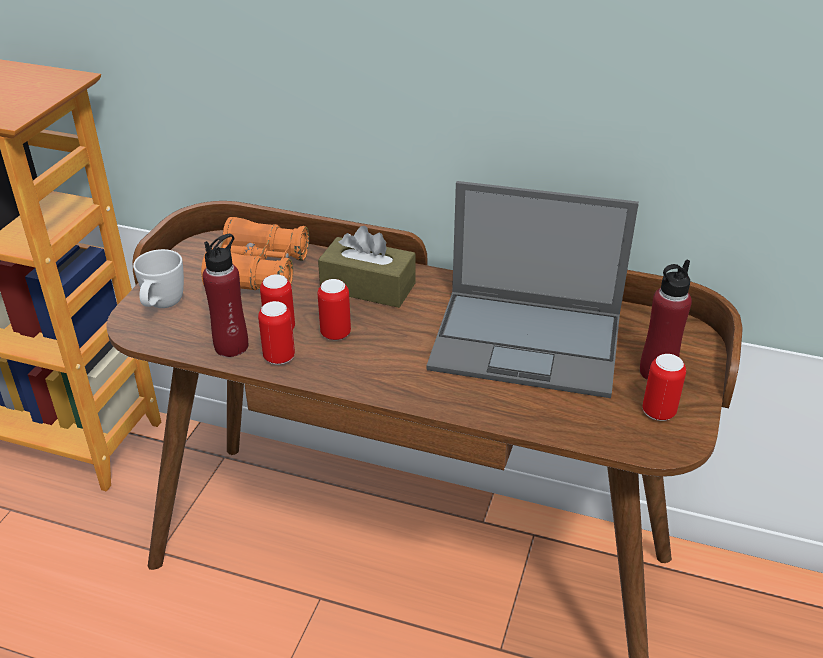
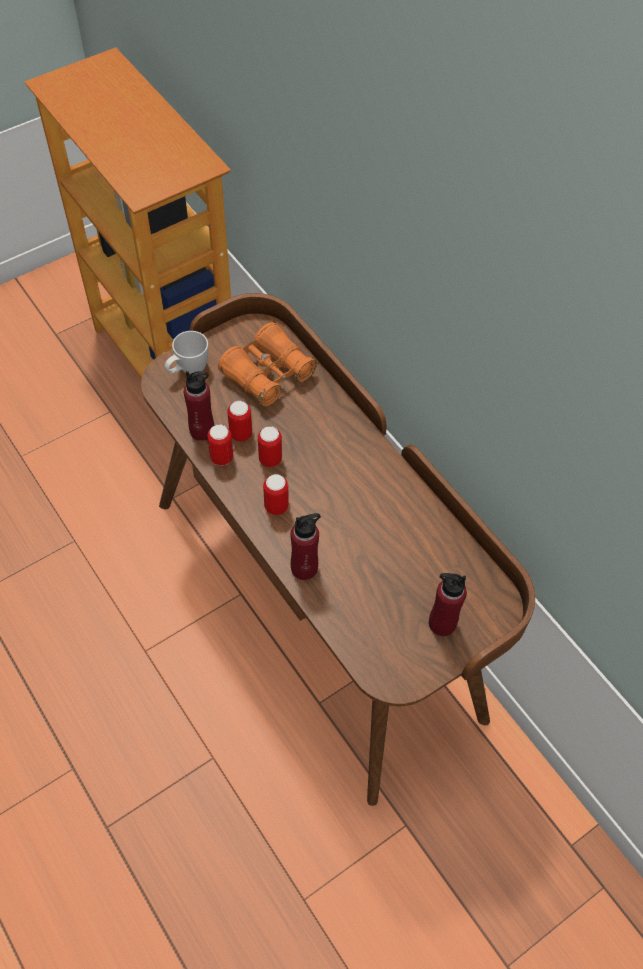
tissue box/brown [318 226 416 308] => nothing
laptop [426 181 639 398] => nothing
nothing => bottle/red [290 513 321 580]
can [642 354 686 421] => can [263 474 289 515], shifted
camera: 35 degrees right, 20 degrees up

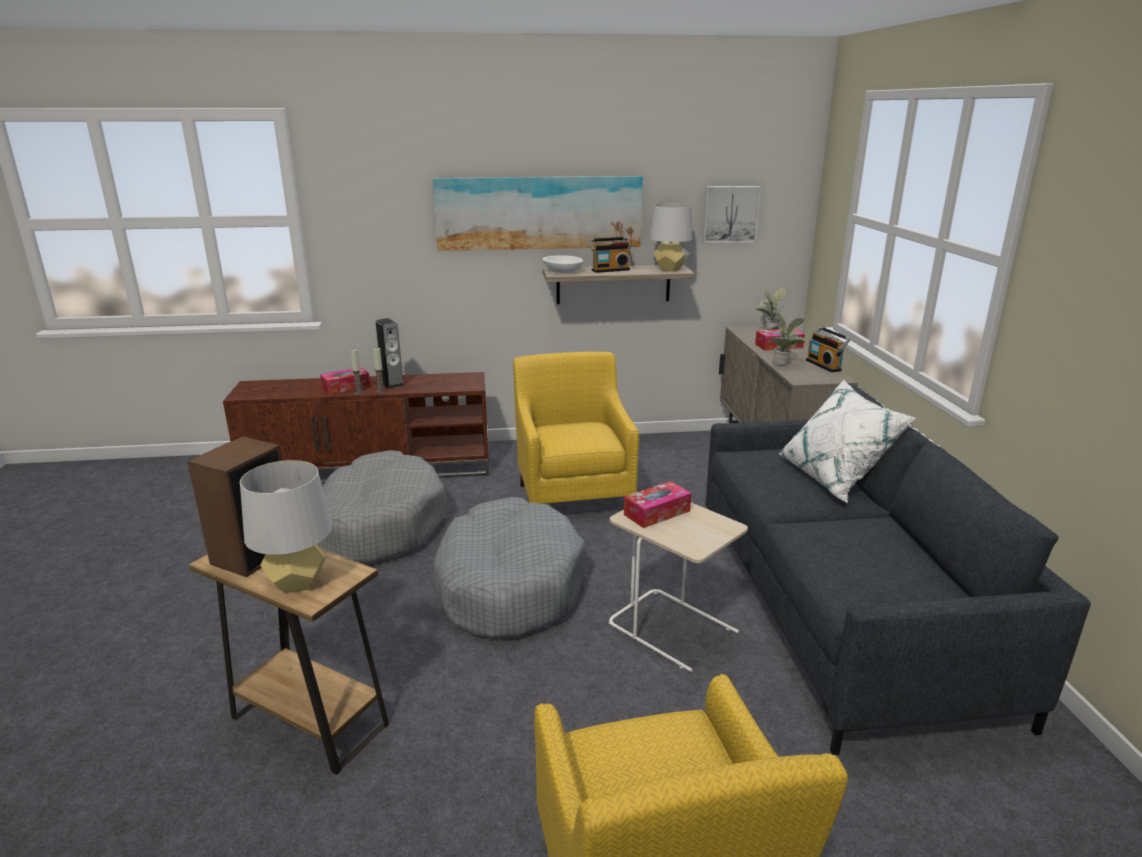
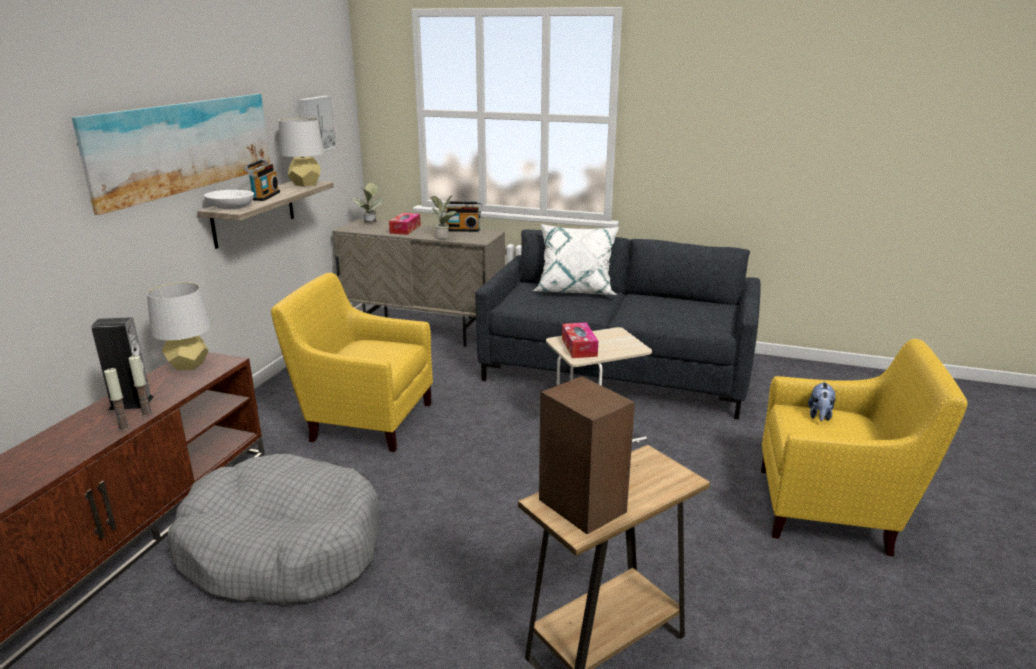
tissue box [320 367 370 395] => nothing
dog bed/grey [432 497 585 640] => nothing
nothing => plush toy [808 381 836 421]
table lamp/grey [240 460 332 593] => table lamp/grey [147 282 211 370], shifted
camera: 65 degrees left, 0 degrees up

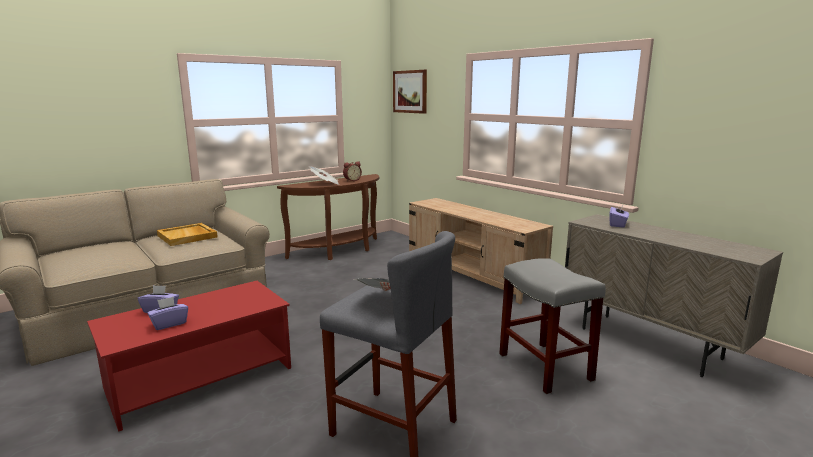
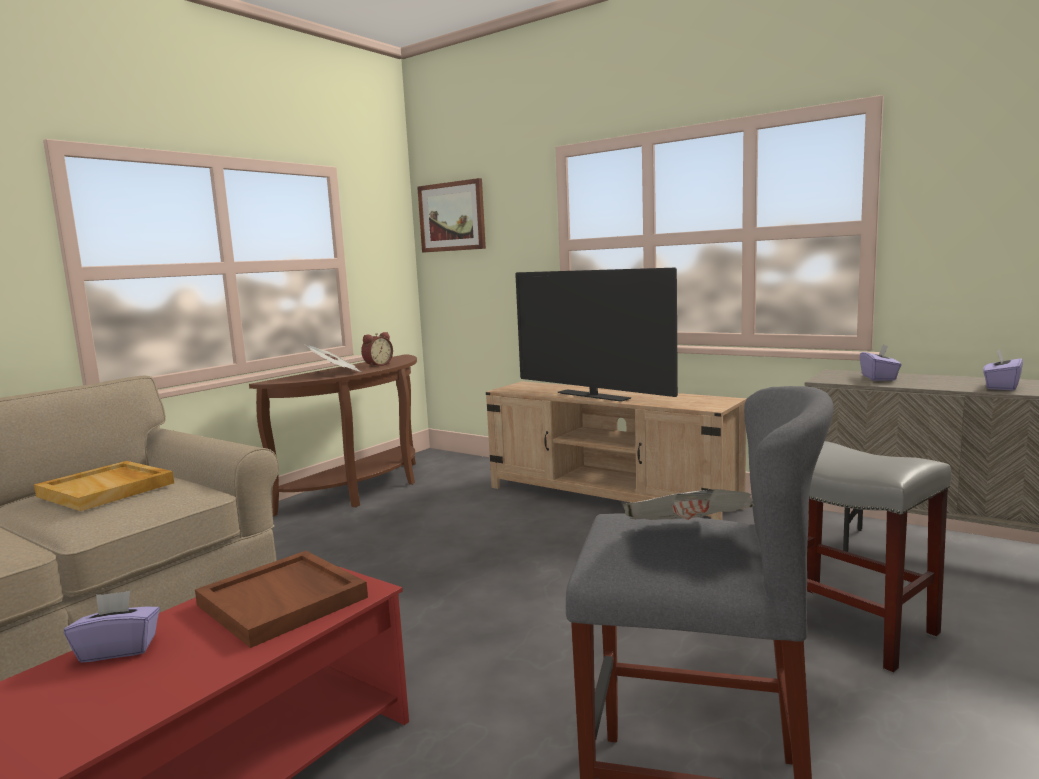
nothing => tray/brown [195 551 368 648]
nothing => television [515 268 678 401]
tissue box/purple [147 296 188 330] => tissue box/purple [983 350 1023 391], shifted
camera: 15 degrees left, 5 degrees down

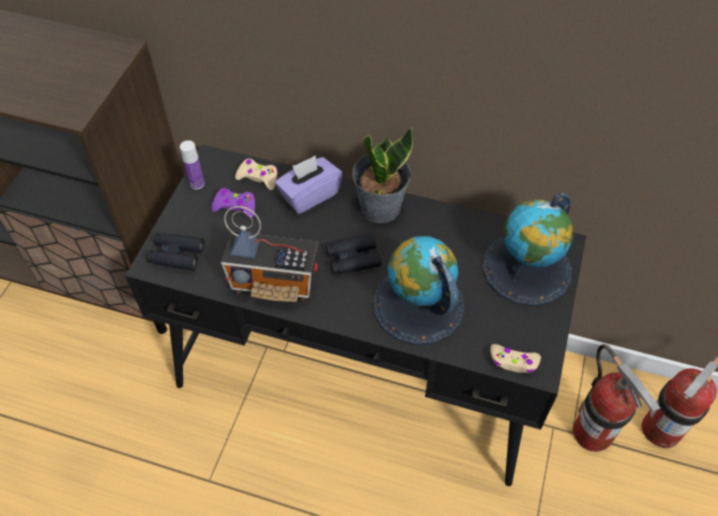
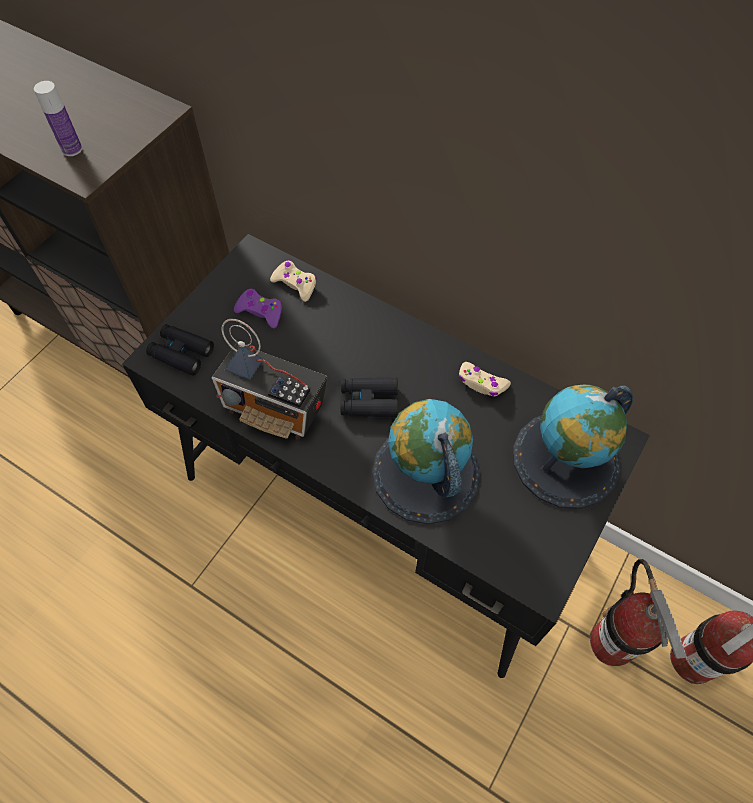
tissue box/purple [275 156 343 214] => nothing
potted plant [352 128 413 223] => nothing
bottle [180 140 205 189] => bottle [34 81 82 156], shifted
game controller/beige [490 344 541 373] => game controller/beige [459 362 511 397], shifted
camera: 15 degrees right, 5 degrees up

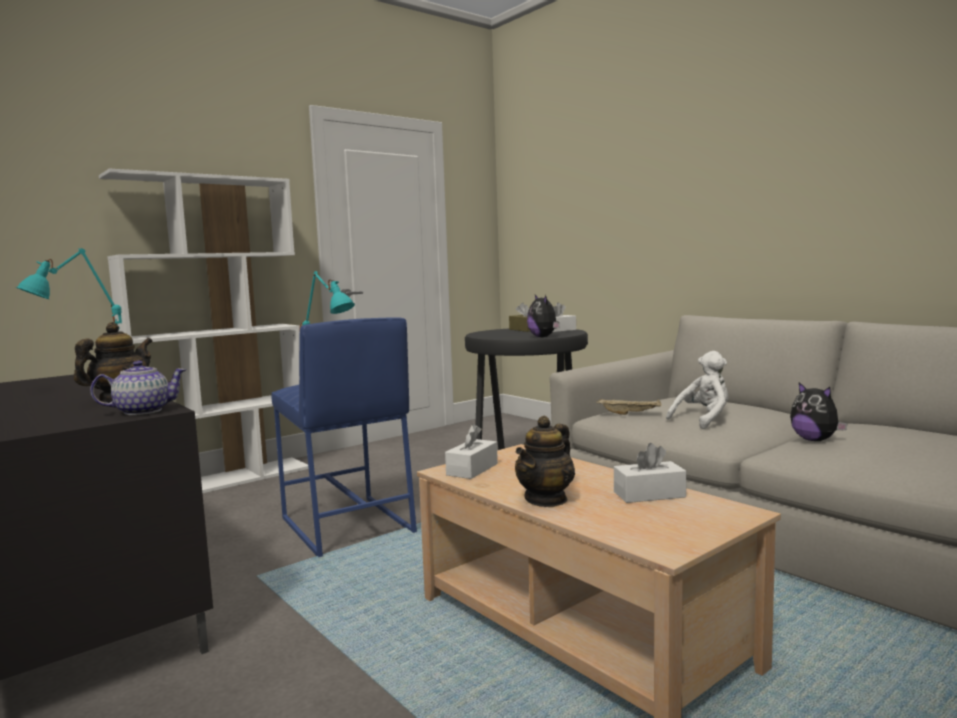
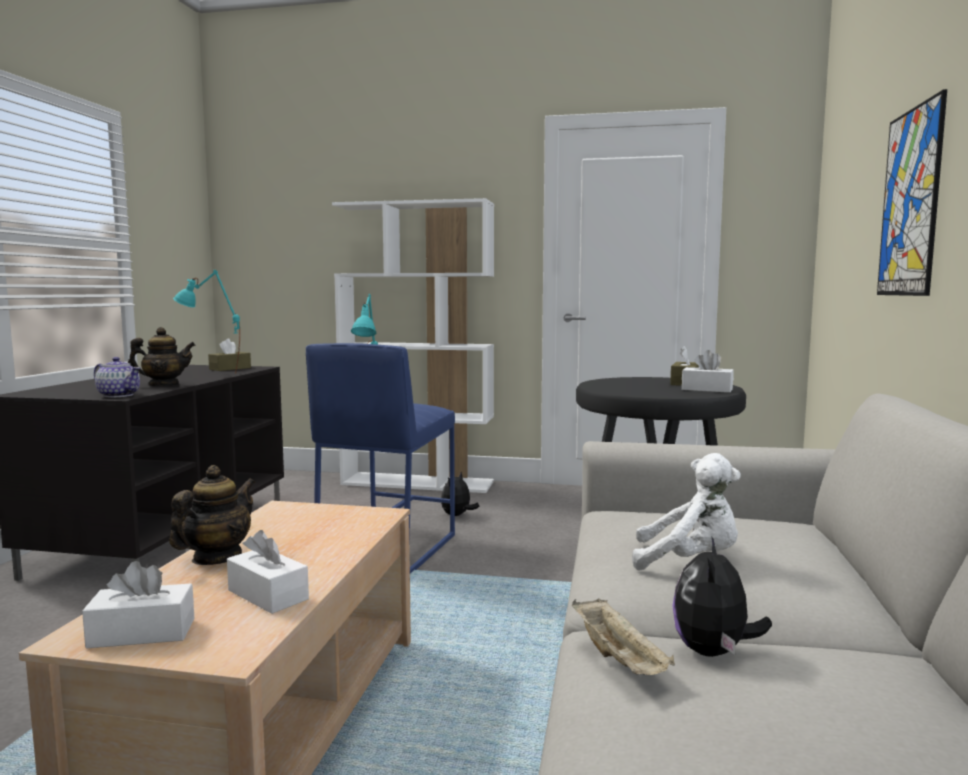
nothing => tissue box/brown [208 338 251 371]
nothing => picture [877 89 947 296]
tissue box/white [445 424 498 479] => tissue box/white [82 561 194 648], shifted
plush toy [527 295 560 337] => plush toy [441 472 479 516], shifted
tray/beige [596 399 662 415] => tray/beige [572 598 675 675], shifted
teapot [515 416 575 507] => teapot [169 465 255 565], 120 degrees clockwise
camera: 50 degrees right, 0 degrees up

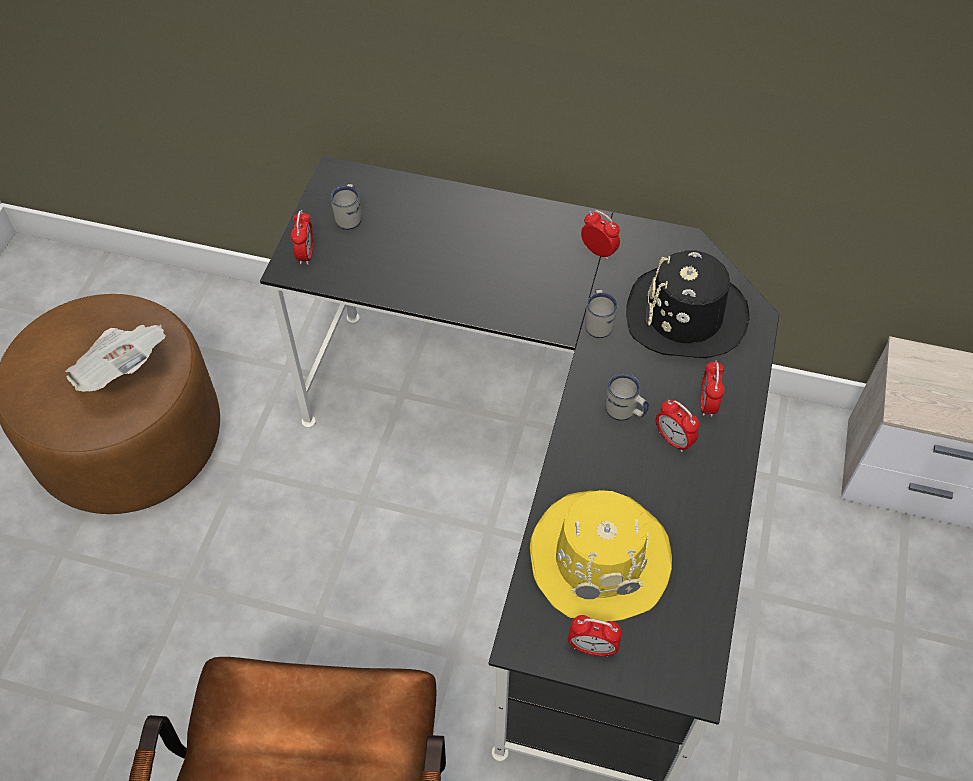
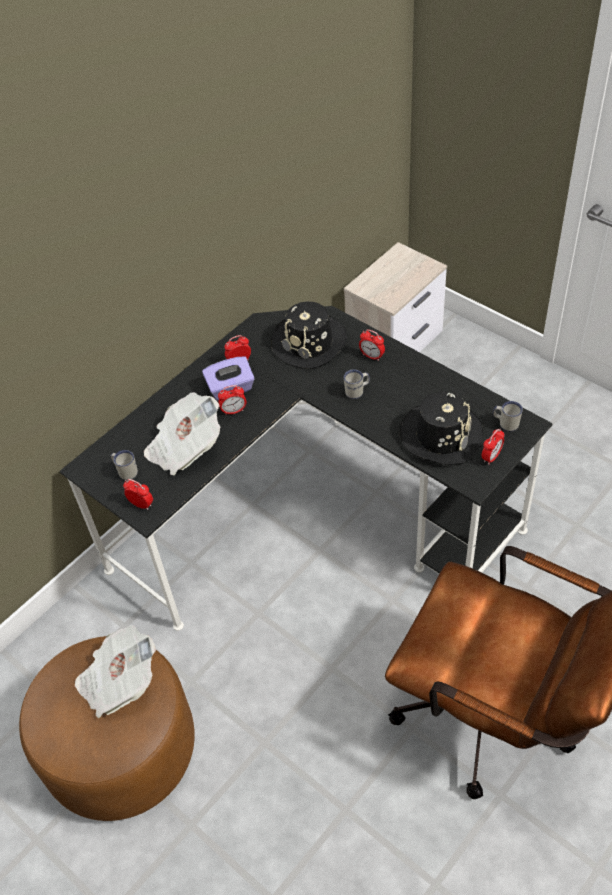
nothing => newspaper [144 392 220 476]
nothing => tissue box/purple [202 356 255 400]
mug/white [585 289 618 338] => mug/white [493 401 523 432], shifted
alarm clock [656 400 699 452] => alarm clock [218 385 246 415], shifted
hat/yellow [530 490 672 622] => hat/black [400 392 483 465]
camera: 60 degrees left, 5 degrees down

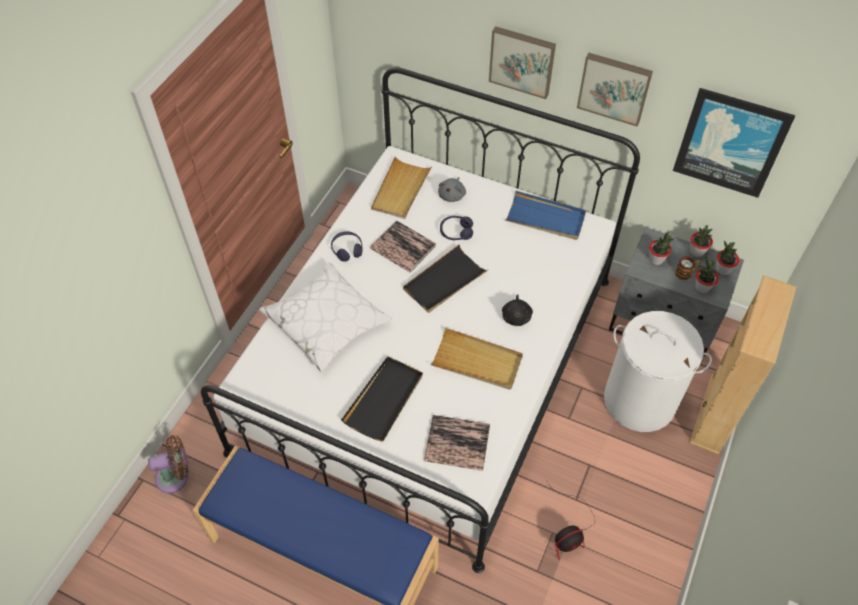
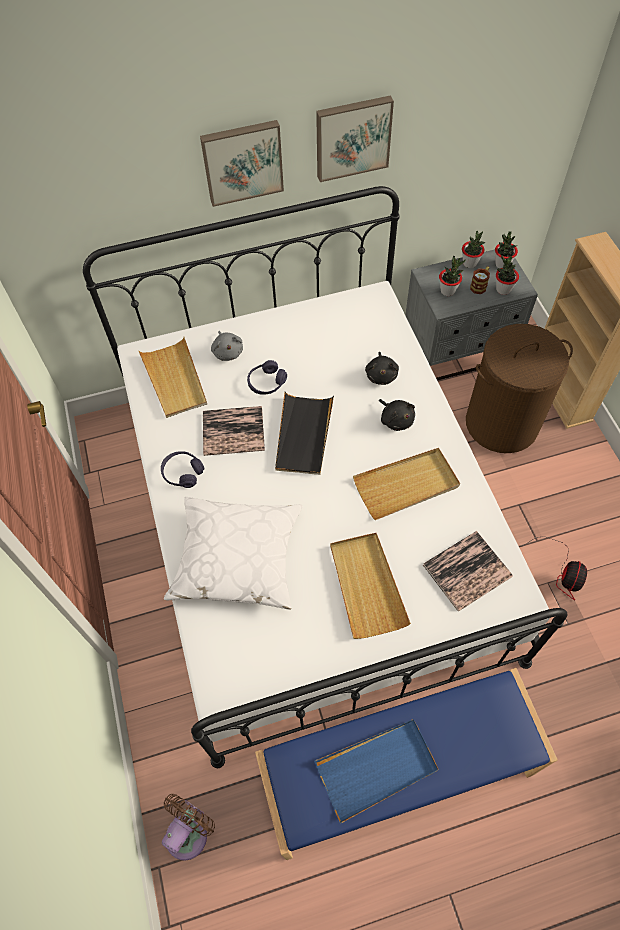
picture [673 88 795 198] => nothing
nothing => plush toy/black [365 352 399 385]
tray/blue [505 191 586 240] => tray/blue [314 719 439 823], shifted
tray/black [341 356 423 441] => tray/beige [330 533 411 639]
laundry basket/white [604 311 712 432] => laundry basket/brown [466 324 573 453]
camera: 40 degrees left, 5 degrees up

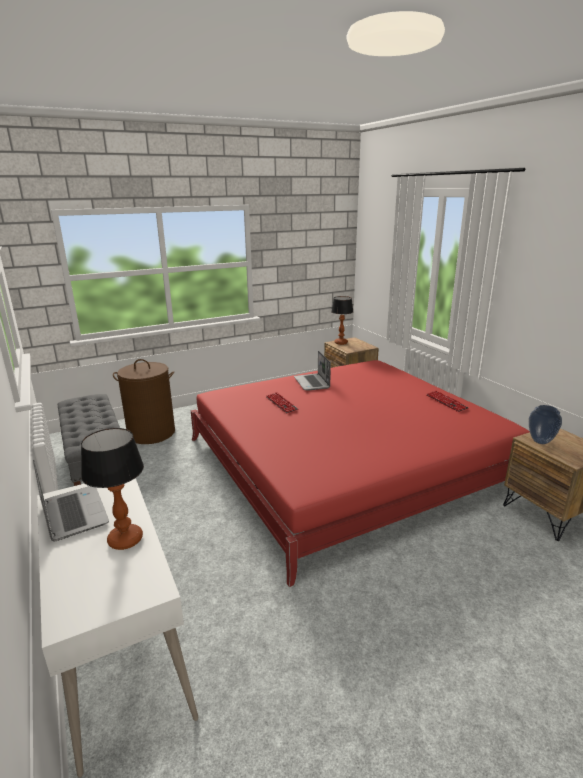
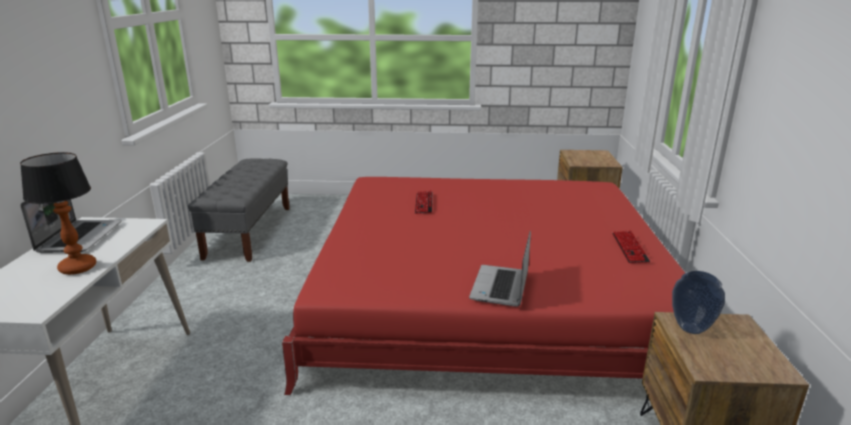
laundry basket/brown [113 359 175 444] => nothing
table lamp [331 296 353 345] => nothing
laptop [294 351 331 391] => laptop [469 231 531 307], shifted
camera: 30 degrees right, 0 degrees up

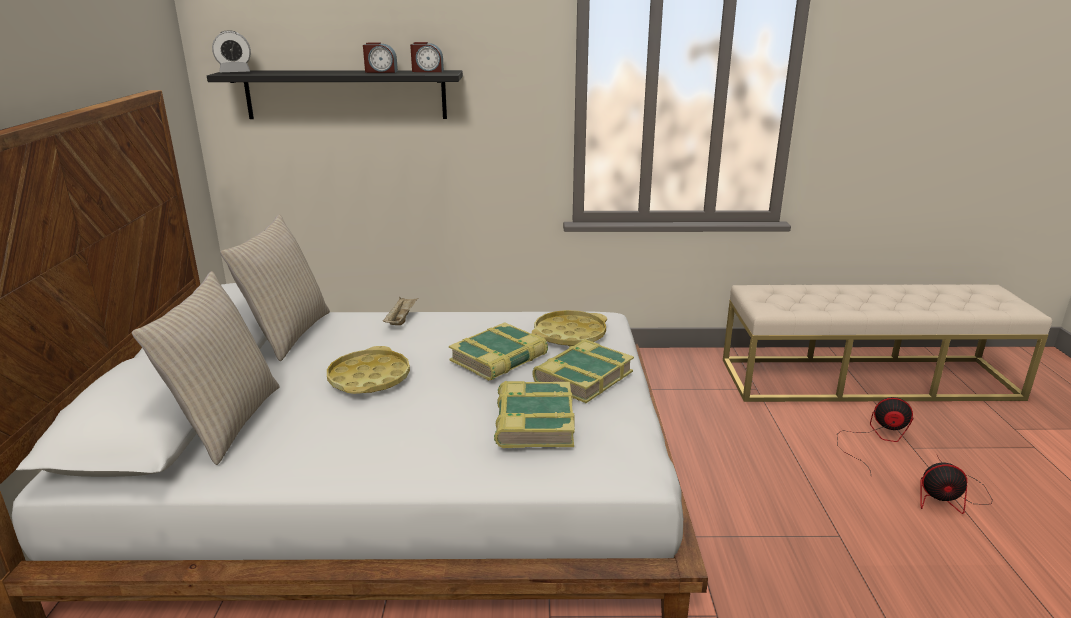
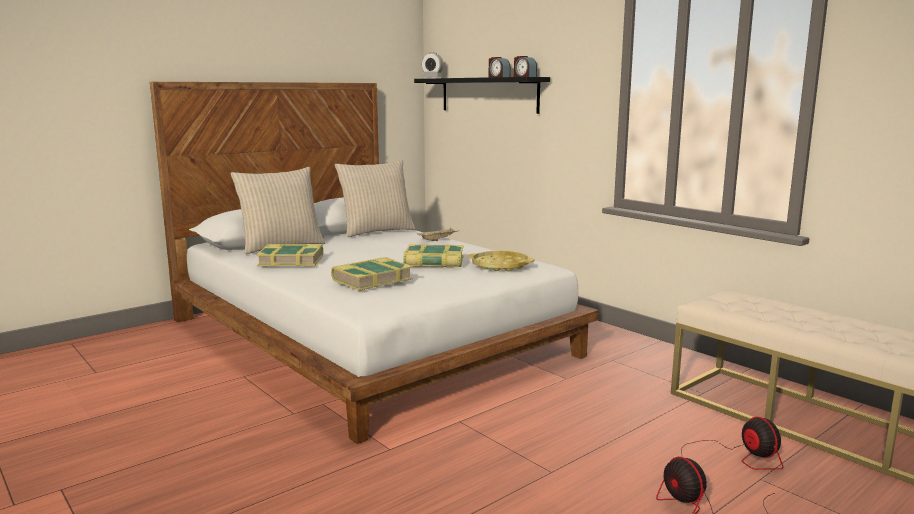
tray/yellow [327 346 410 394] => nothing
book [532 339 634 403] => book [256 244 323 266], shifted
camera: 50 degrees right, 10 degrees down

